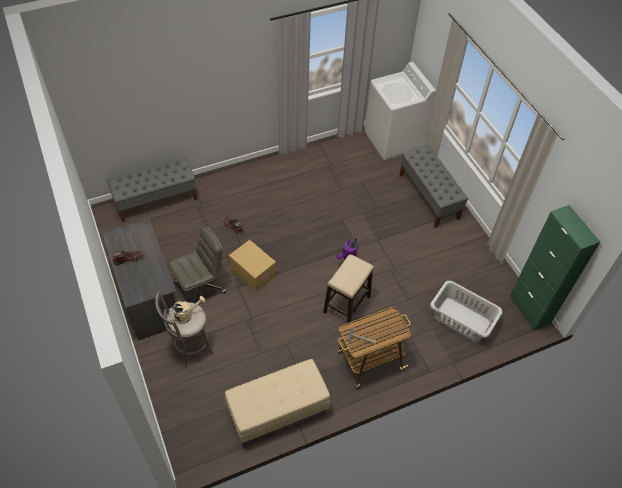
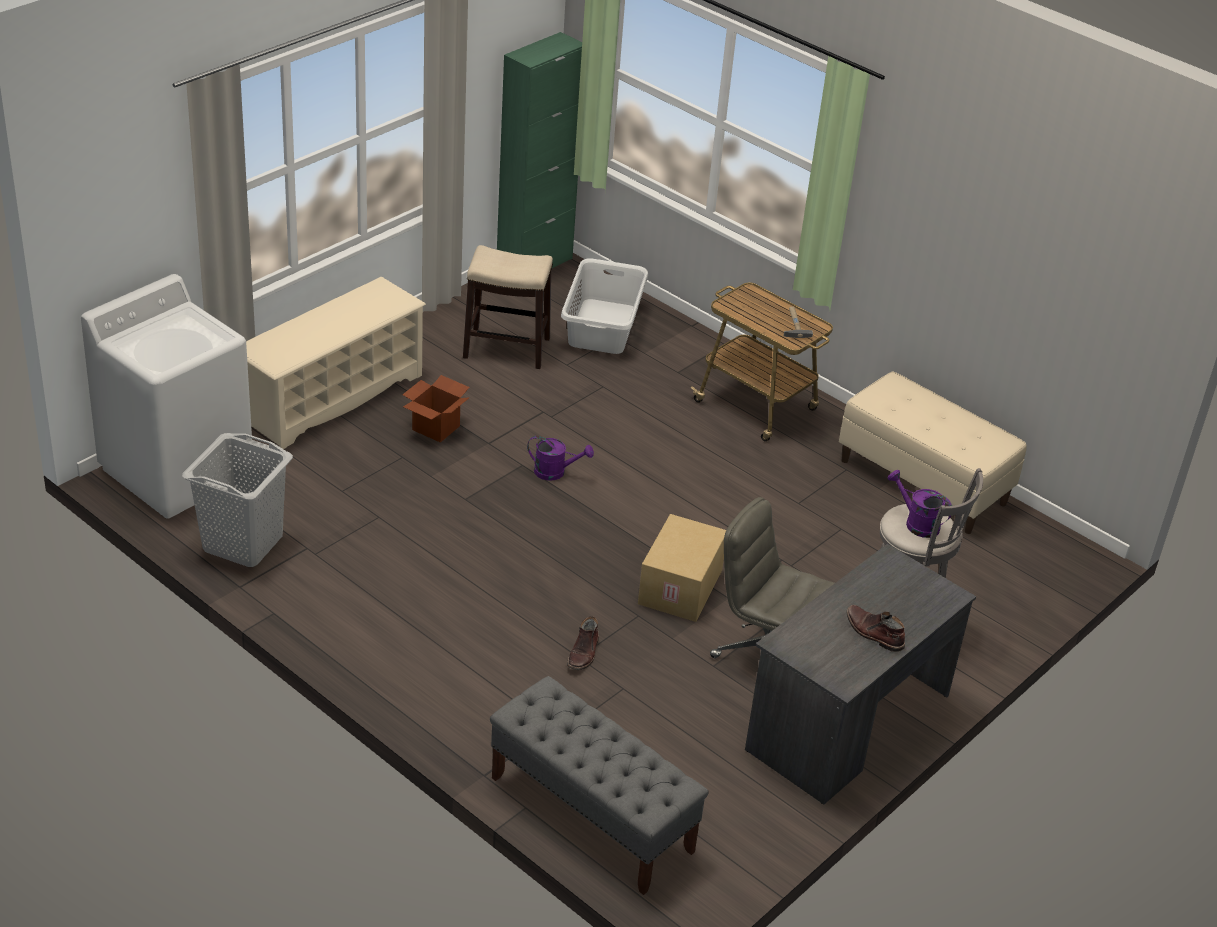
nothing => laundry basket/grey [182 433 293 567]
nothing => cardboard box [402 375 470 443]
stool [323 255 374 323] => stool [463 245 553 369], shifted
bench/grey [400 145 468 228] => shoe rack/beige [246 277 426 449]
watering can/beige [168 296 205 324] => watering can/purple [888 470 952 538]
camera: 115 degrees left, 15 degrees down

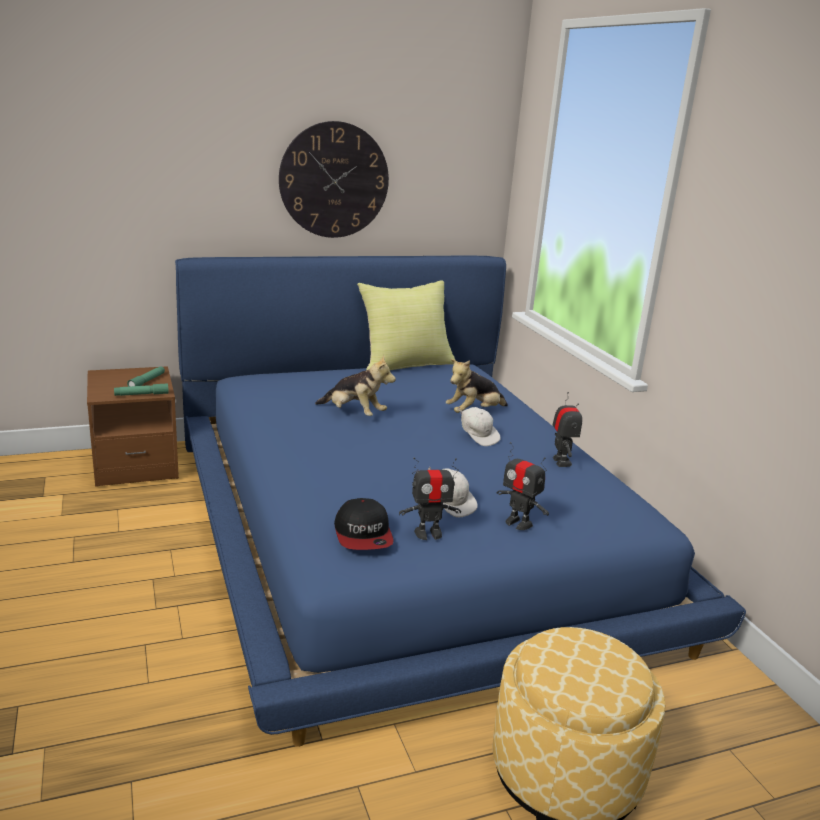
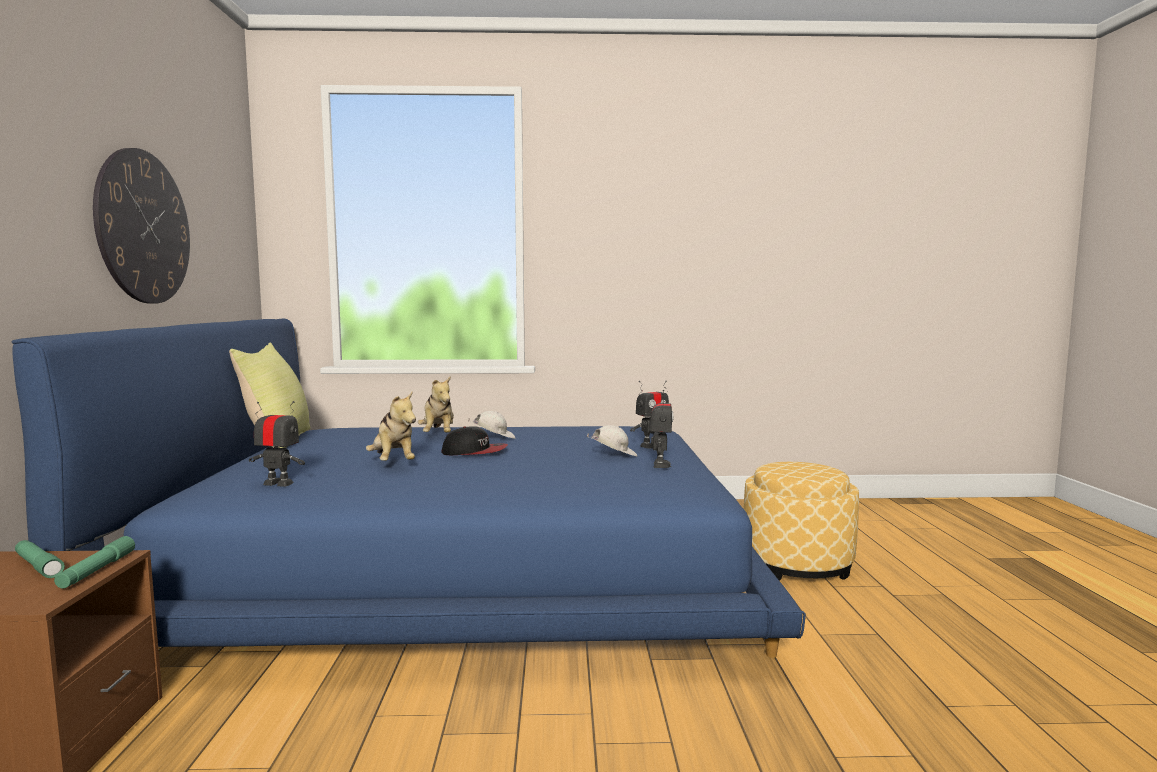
cap [334 498 394 550] => cap [442 426 508 455], shifted
toy robot [553 392 582 467] => toy robot [249 401 305 487], shifted
plush toy [315 355 396 416] => plush toy [366 391 416 461], 105 degrees clockwise
camera: 70 degrees left, 15 degrees down

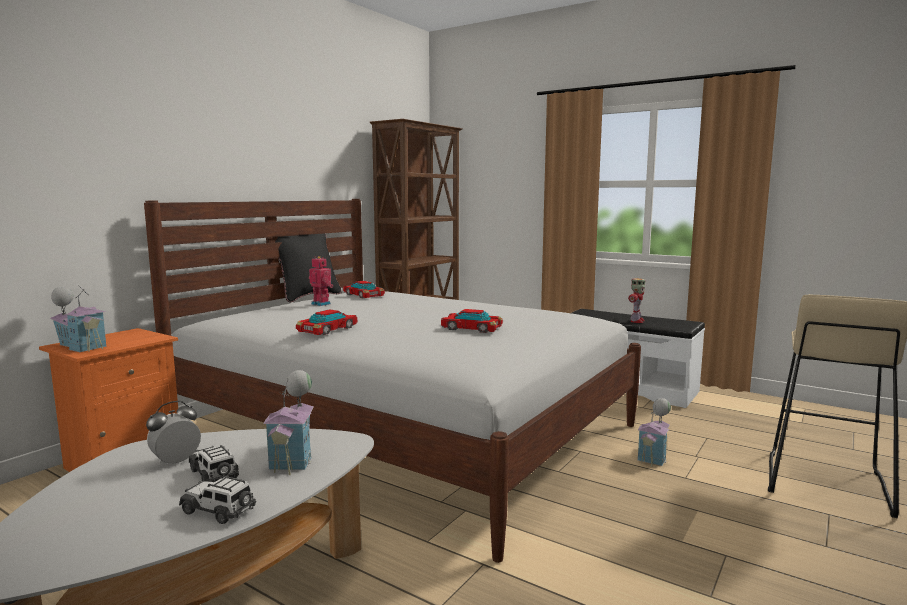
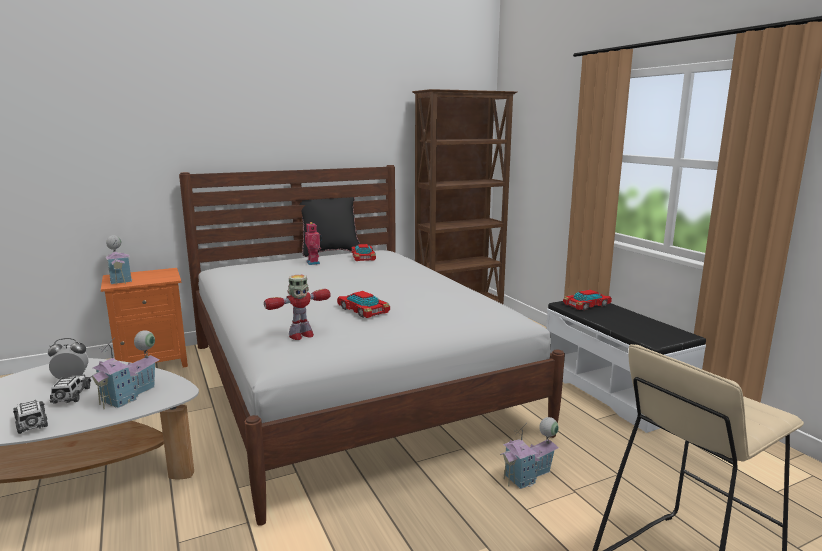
toy car [296 309 357 335] => toy car [563 290 612 310], shifted
toy robot [628 278 645 323] => toy robot [264 275 331 340], shifted
camera: 30 degrees right, 5 degrees up

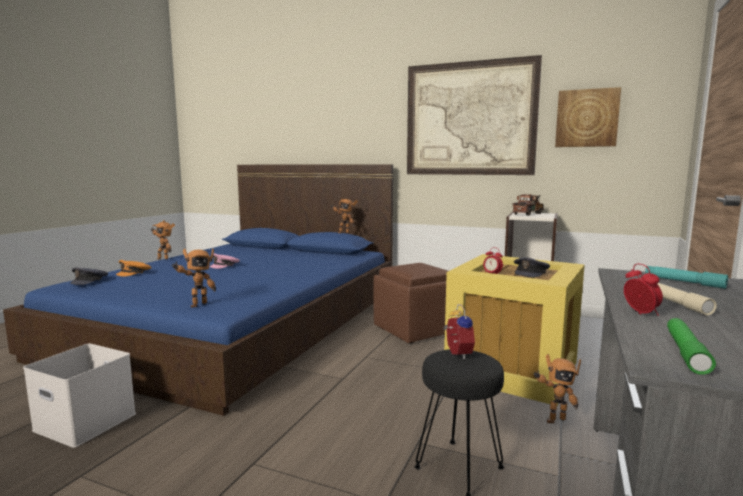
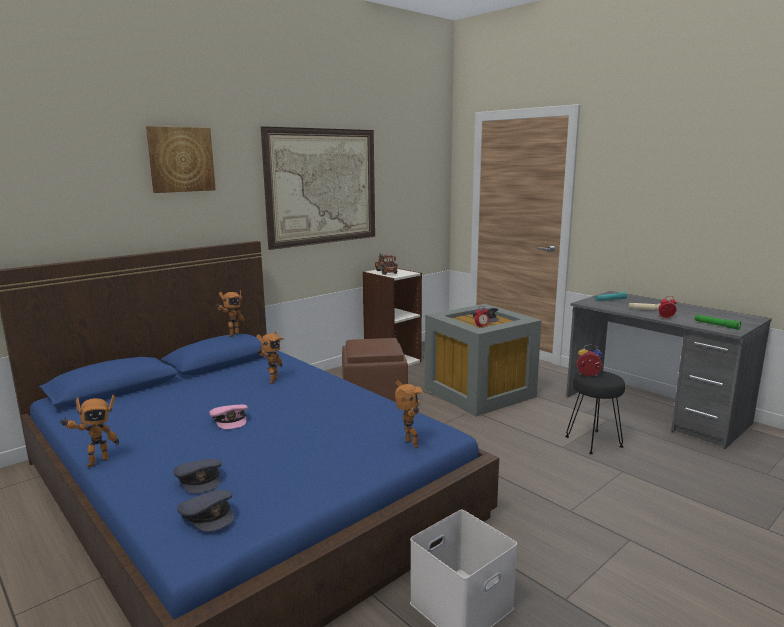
toy robot [533 354 581 423] => toy robot [256 331 284 384], shifted
picture [555 87 621 147] => picture [146 126 216 193], shifted
cap/orange [116 260 152 276] => cap/grey [174 459 222 494]
storage box/yellow [444 254 585 406] => storage box/grey [425 304 541 417]
camera: 65 degrees left, 5 degrees up

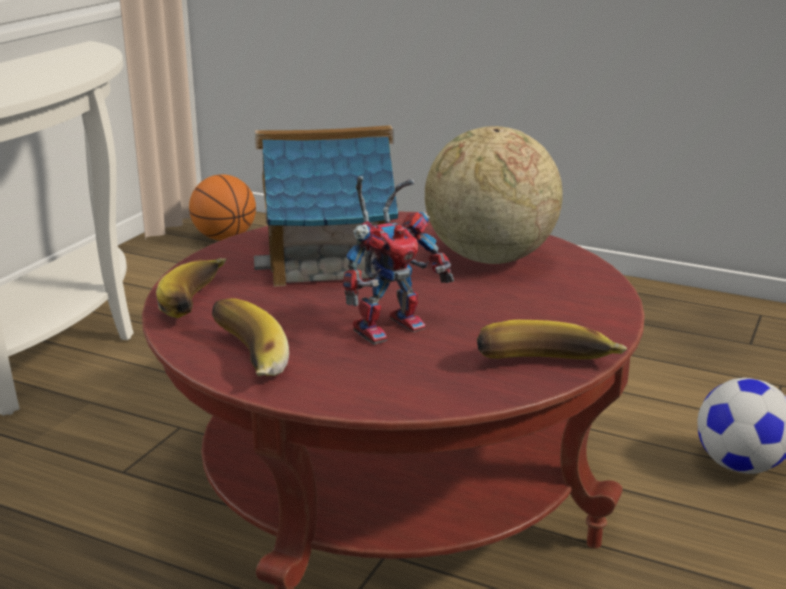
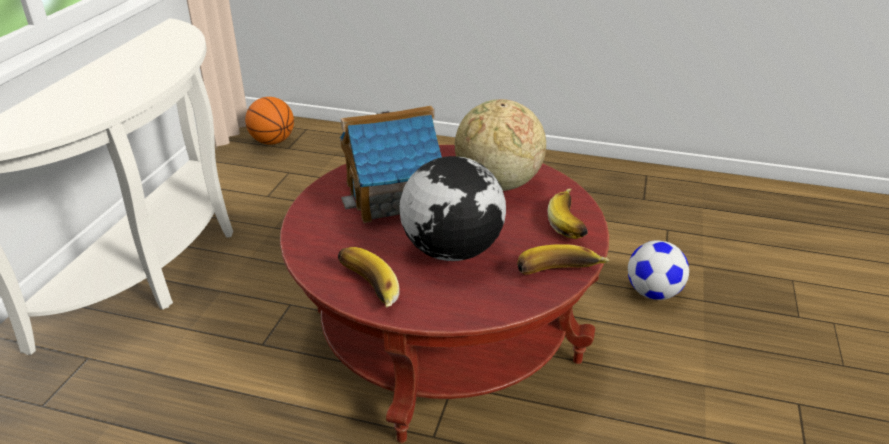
banana [156 258 227 318] => banana [547 189 588 239], shifted
toy robot [343 176 454 345] => globe [399 156 506 261]
camera: 10 degrees left, 10 degrees up

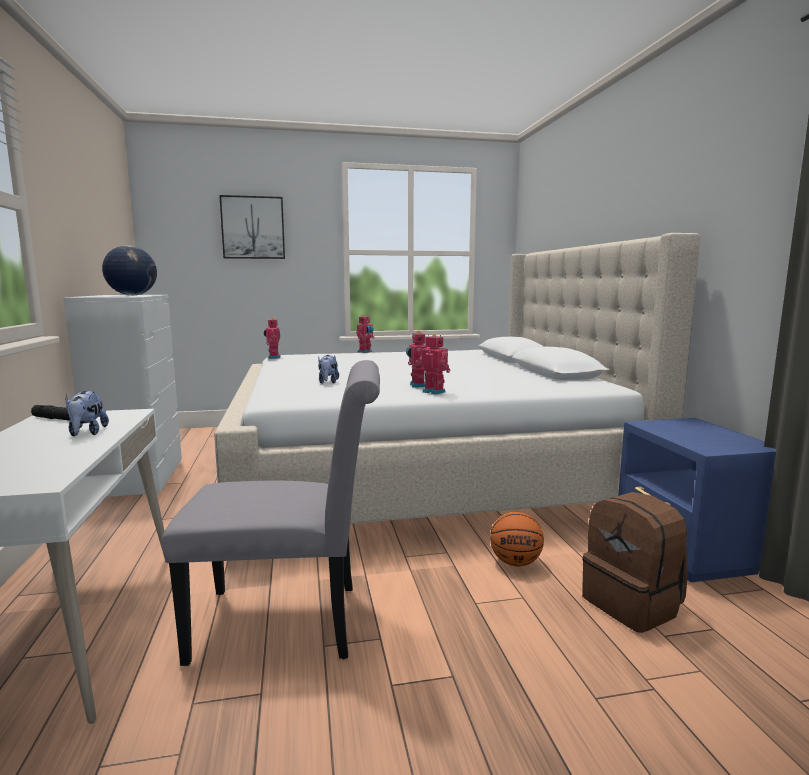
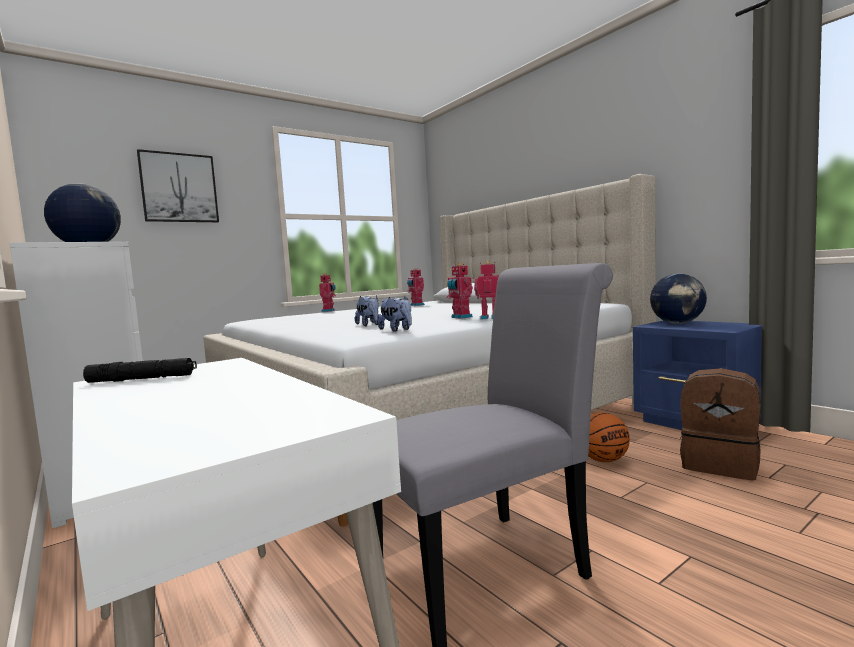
nothing => globe [650 274 707 324]
plush toy [66 391 109 436] => plush toy [378 296 412 332], shifted
toy robot [264 317 281 359] => toy robot [407 268 425 306], shifted
camera: 25 degrees left, 5 degrees down

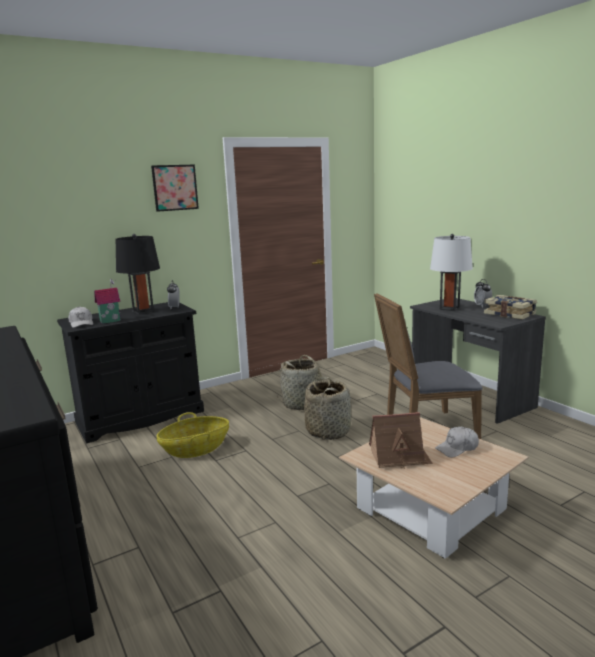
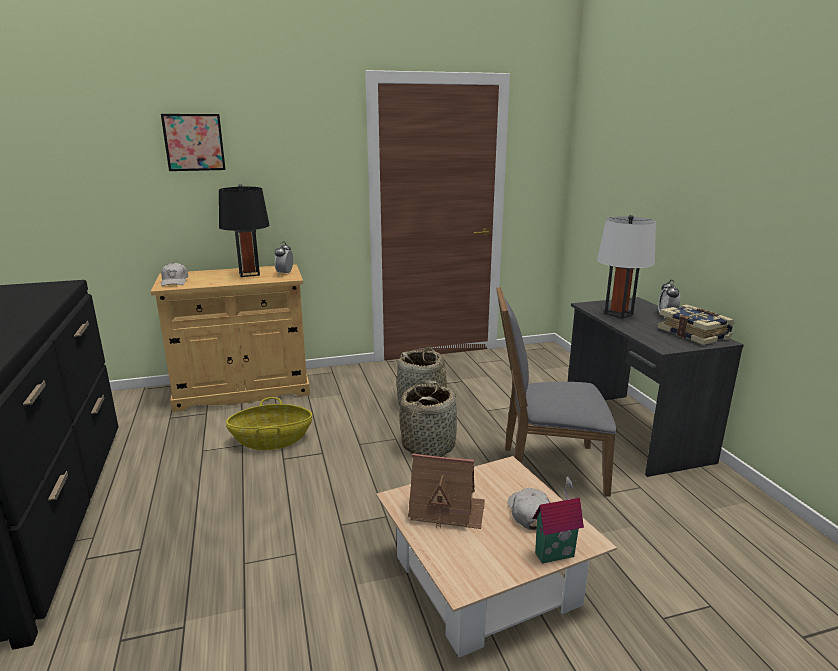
toy house [94 279 121 324] => toy house [533 476 584 563], shifted
picture [151 165 199 212] => picture [161 114 226 171], shifted
cabinet/black [57 302 204 443] => cabinet/beige [150 264 310 412]
cap/white [435 427 479 457] => cap/white [508 488 550 530], 90 degrees clockwise
camera: 15 degrees right, 5 degrees up

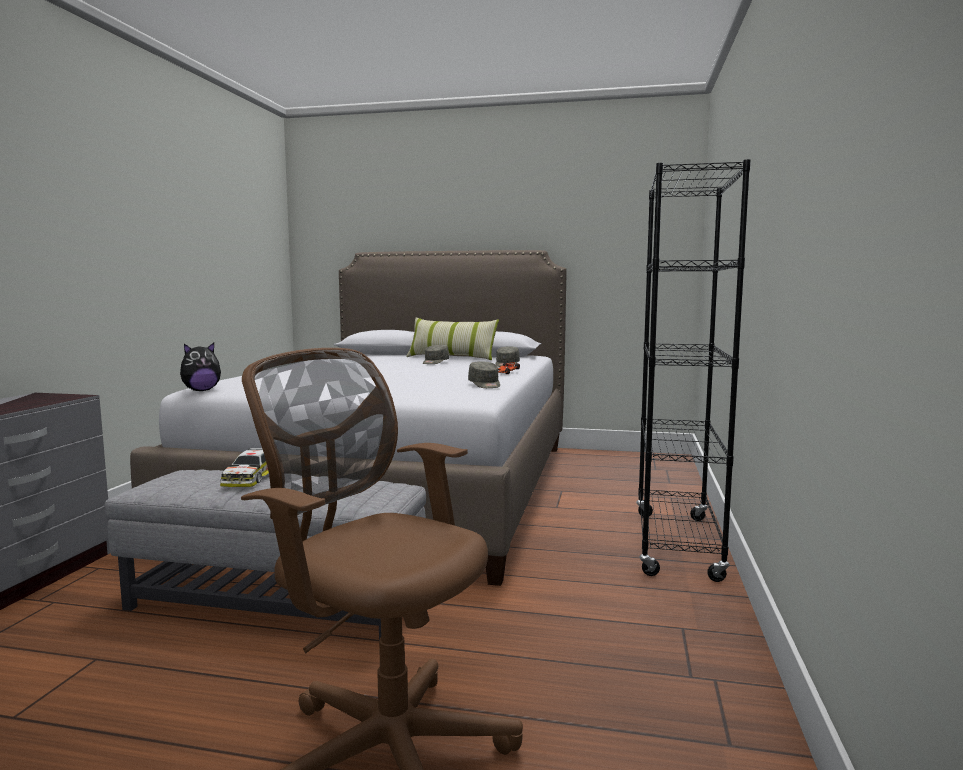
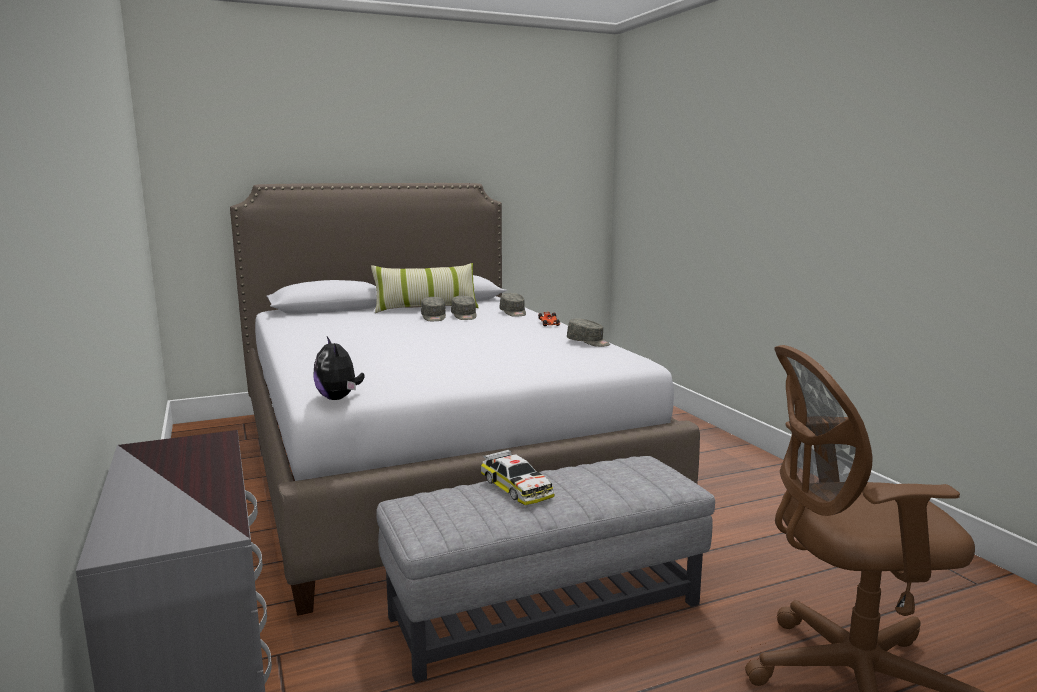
bookcase/black [636 159 751 582] => nothing
nothing => cap/grey [451 296 476 320]
plush toy [180 343 221 391] => plush toy [313 336 365 400], 135 degrees clockwise
camera: 35 degrees left, 5 degrees up

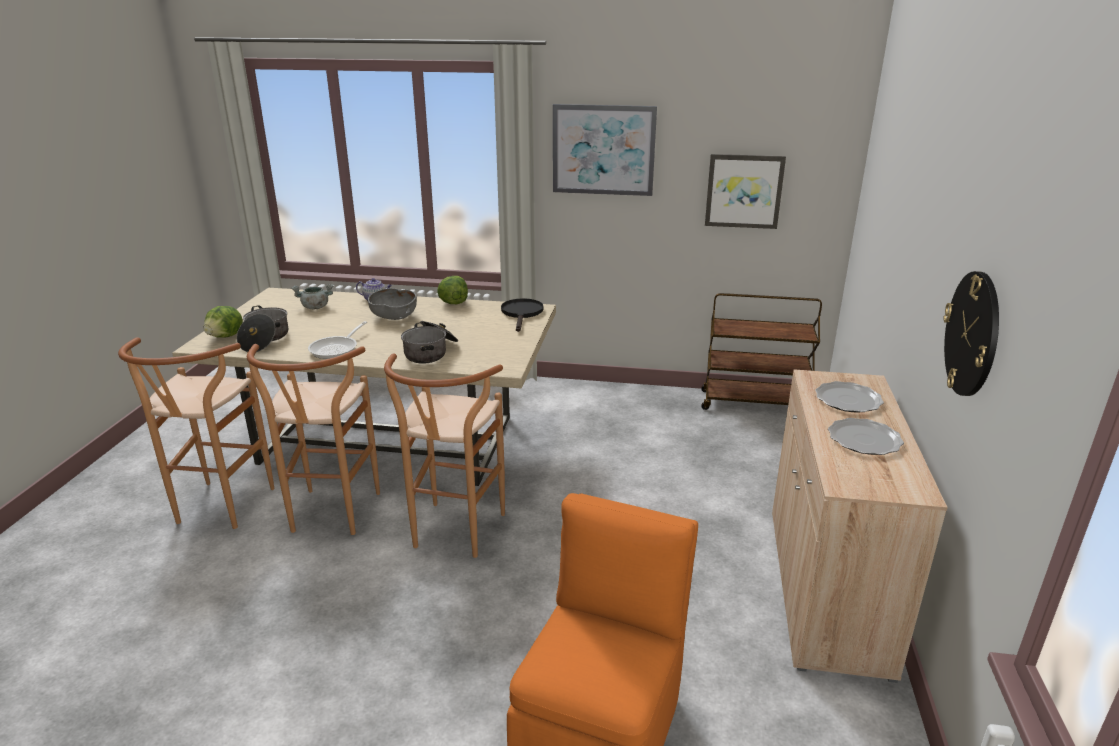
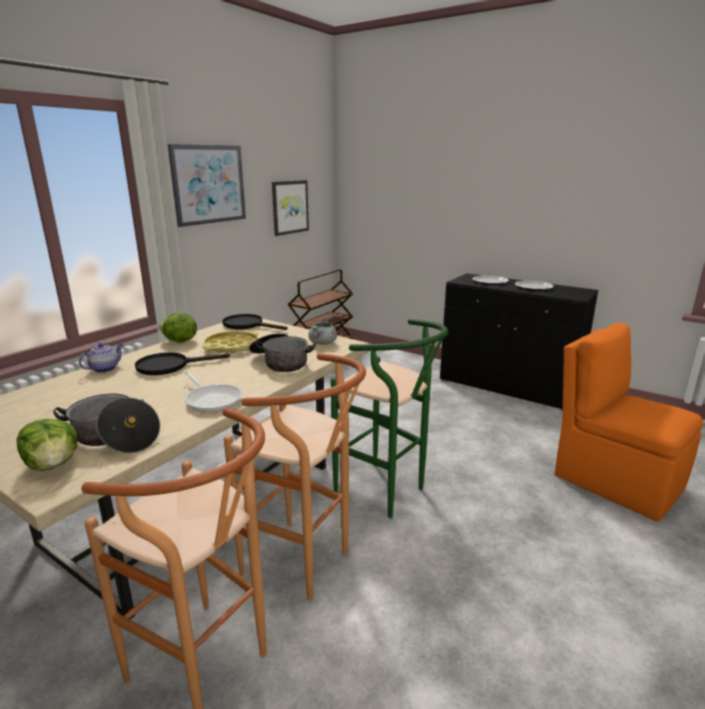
wall clock [943 271 999 396] => nothing
nothing => tray/yellow [202 331 258 354]
cooking pot/grey [291 284 333 309] => cooking pot/grey [308 315 337 345], shifted
bowl/grey [368 288 417 320] => frying pan/black [135 352 230 375]
stool/brown [384 353 505 558] => stool/green [331 319 448 518]
cabinet/beige [772 370 948 683] => cabinet/black [440 273 598 411]
camera: 65 degrees left, 5 degrees down

